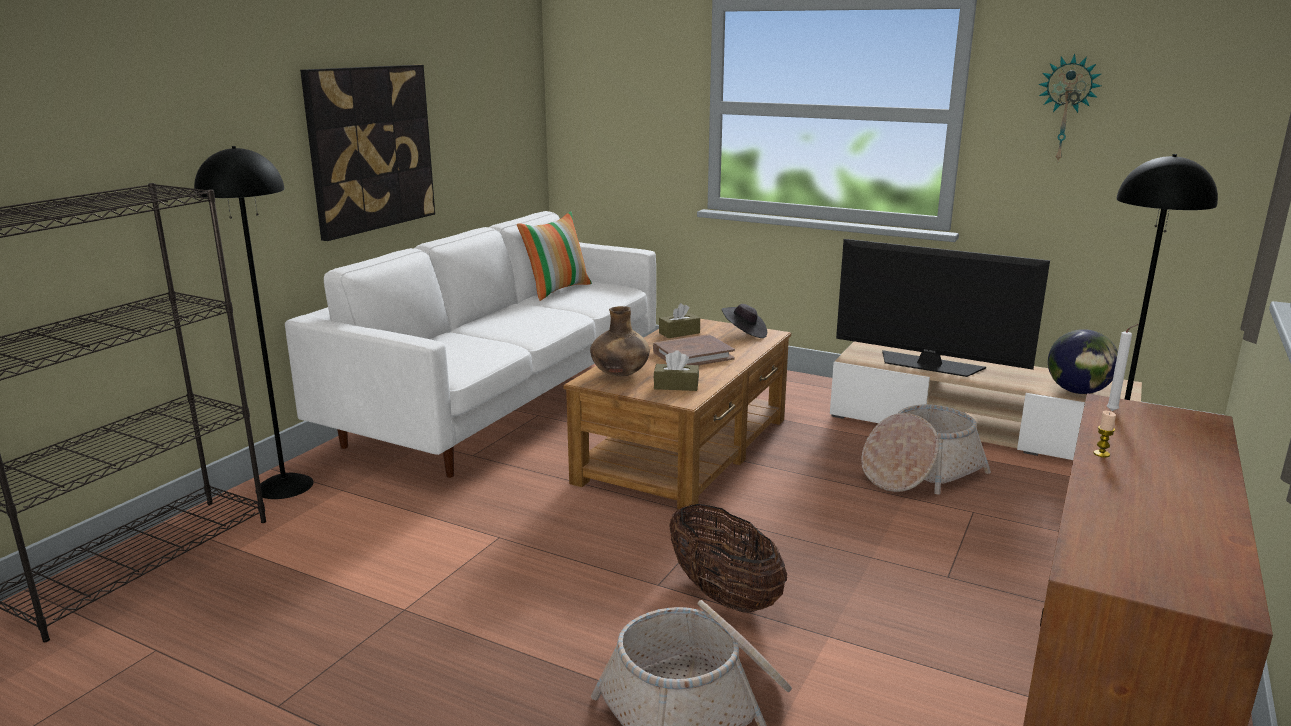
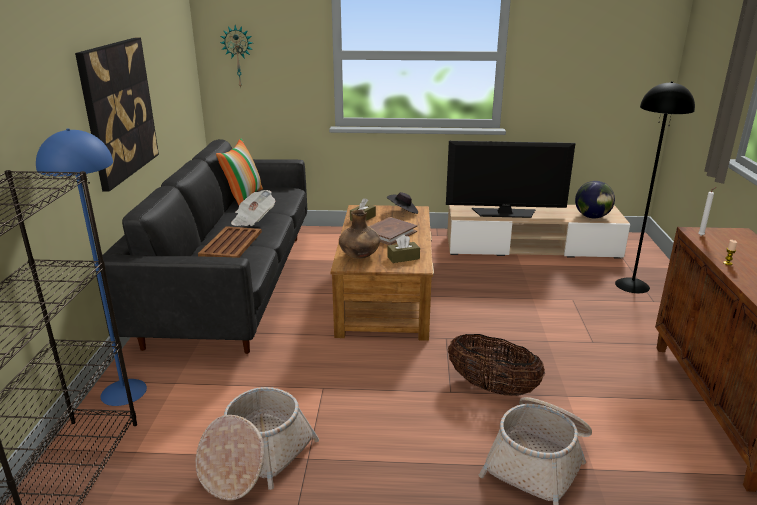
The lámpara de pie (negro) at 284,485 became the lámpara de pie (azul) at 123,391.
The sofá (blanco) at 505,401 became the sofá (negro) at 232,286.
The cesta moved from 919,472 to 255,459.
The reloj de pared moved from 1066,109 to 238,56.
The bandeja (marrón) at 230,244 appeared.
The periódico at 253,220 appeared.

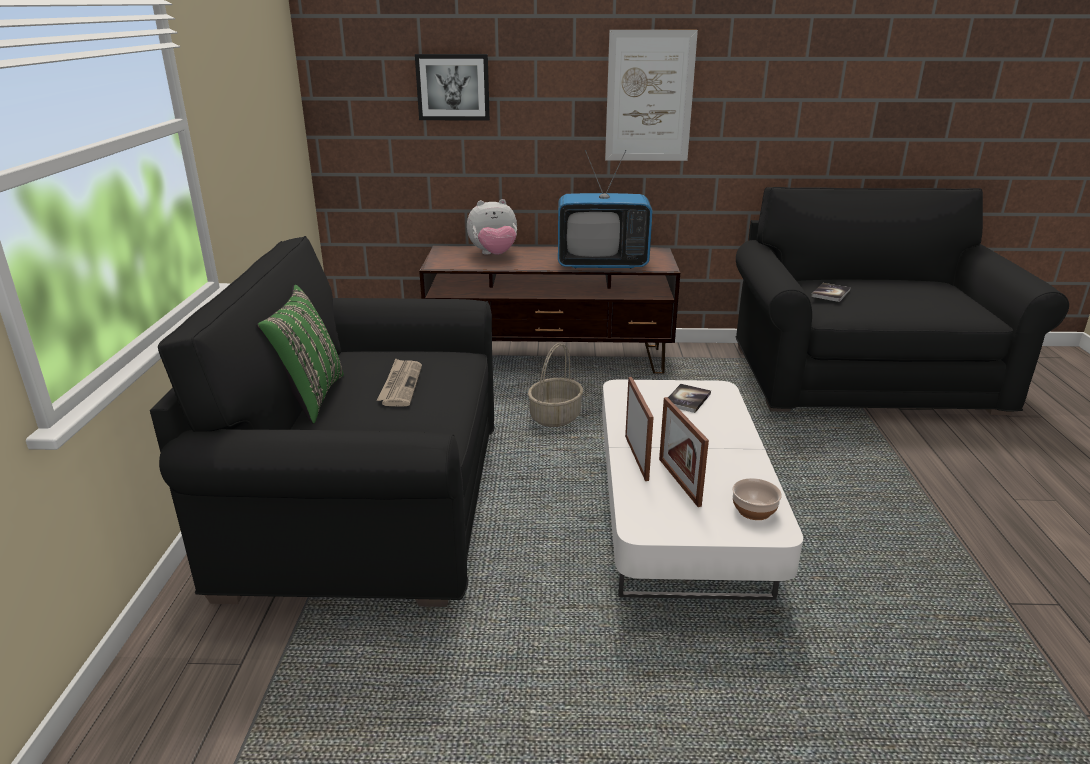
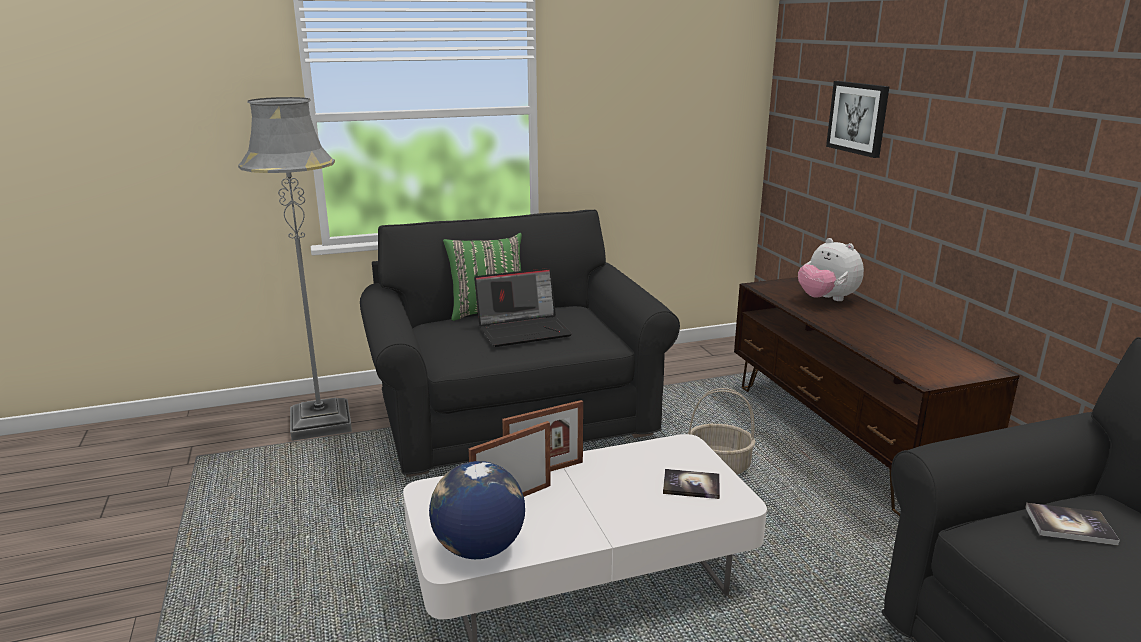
The periódico at 400,385 was replaced by the portátil at 524,330.
The televisor at 602,264 disappeared.
The cuadro at 649,97 disappeared.
The cuenco at 754,511 was replaced by the globo terráqueo at 478,549.
The lámpara de pie (gris) at 321,422 appeared.

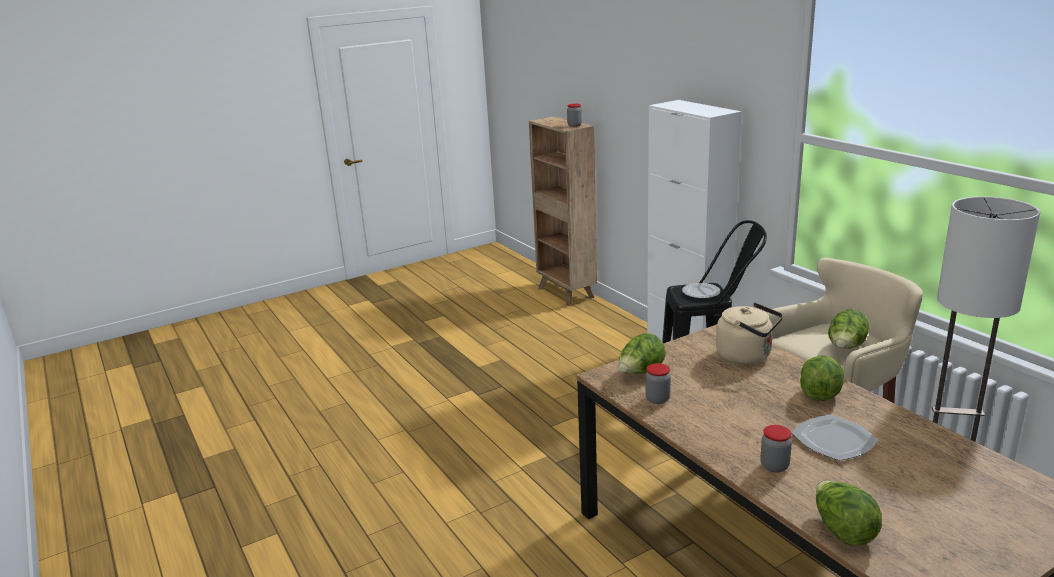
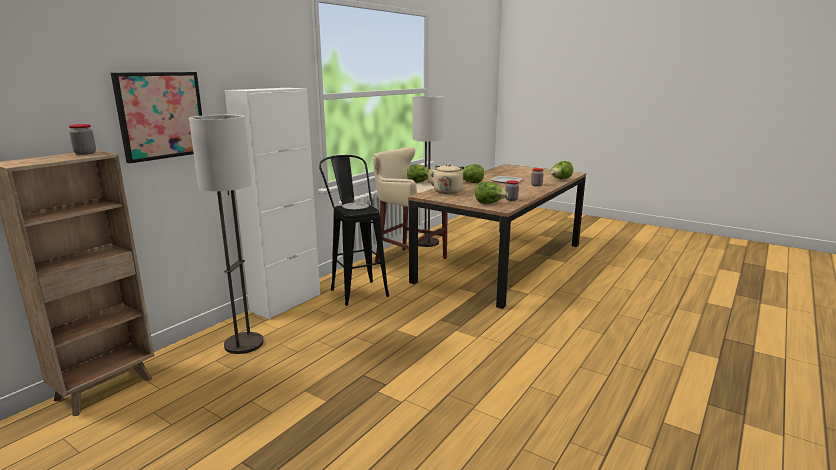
The cuadro at 161,115 appeared.
The lámpara de pie at 244,344 appeared.

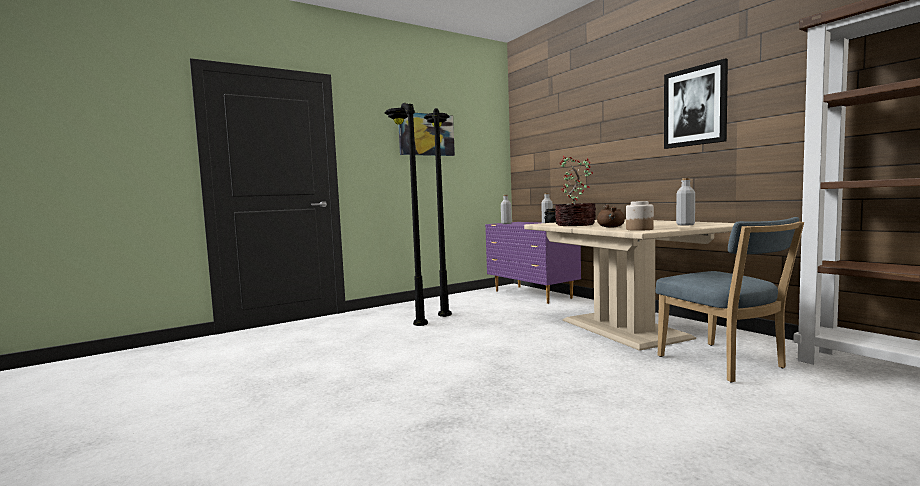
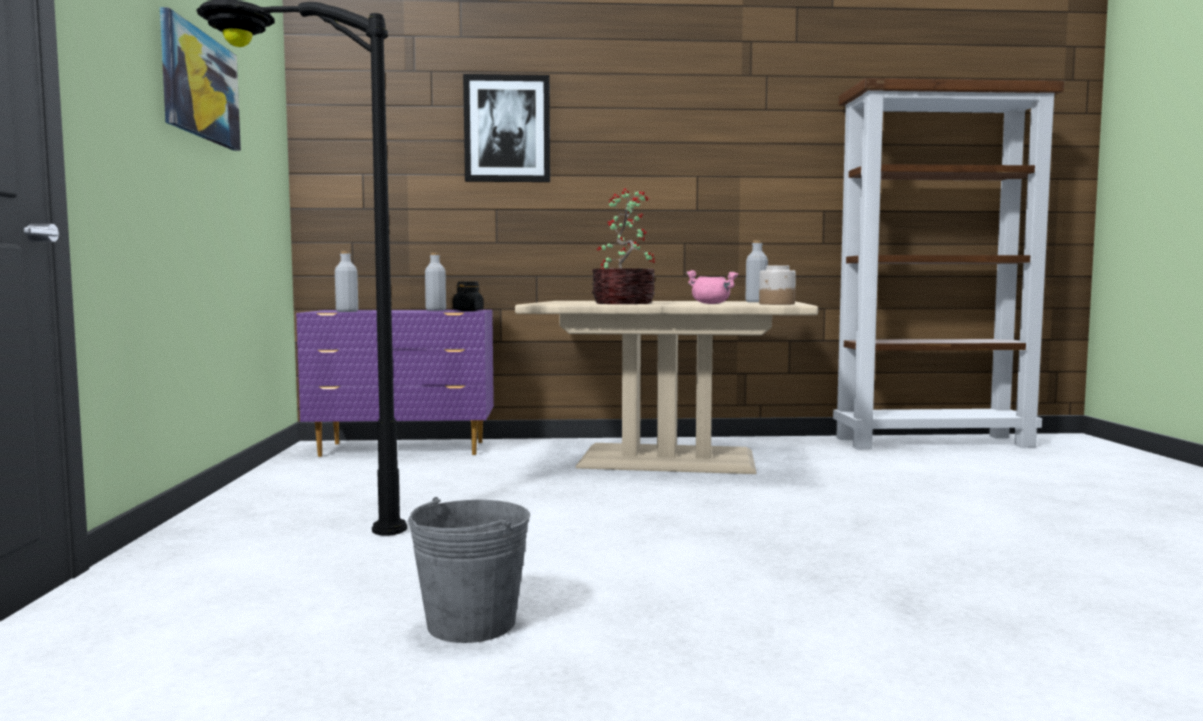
The lámpara de pie (negro) at 444,305 disappeared.
The olla (marrón) at 611,227 became the olla (rosa) at 712,303.
The silla (azul) at 724,364 disappeared.
The cuadro moved from 695,106 to 507,129.
The cubo (gris) at 471,623 appeared.

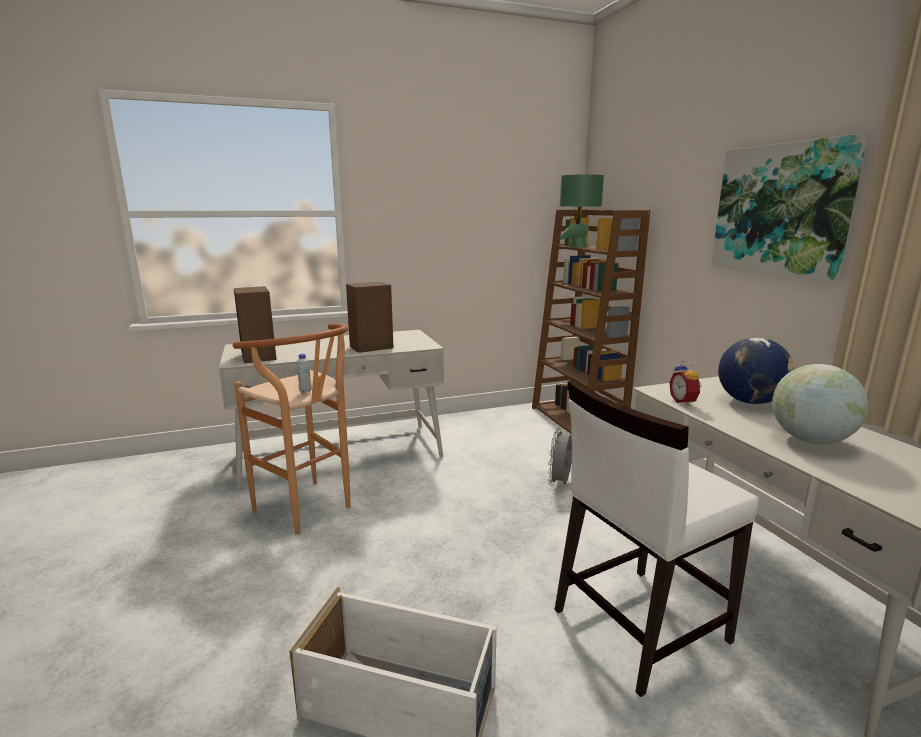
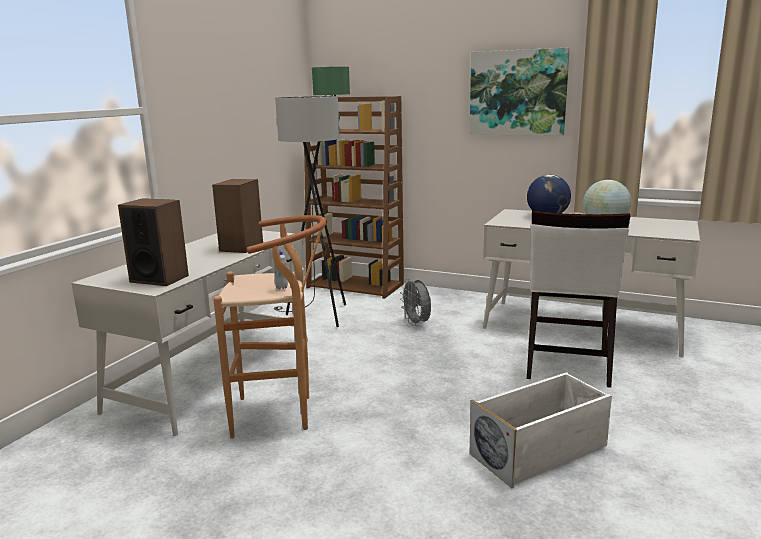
The despertador at 684,402 disappeared.
The lámpara de pie (gris) at 317,316 appeared.

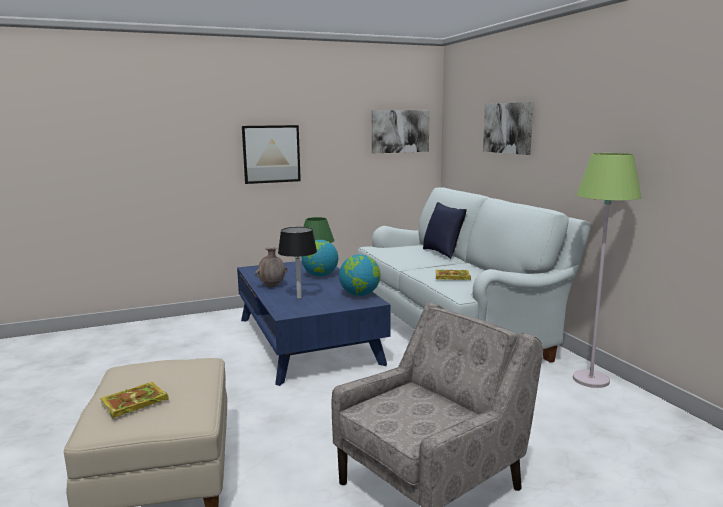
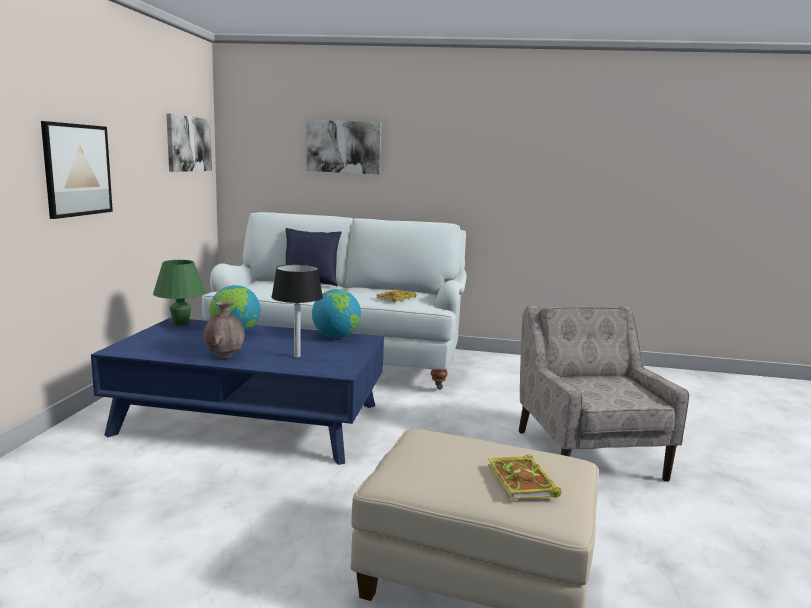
The lámpara de pie (verde) at 591,379 disappeared.

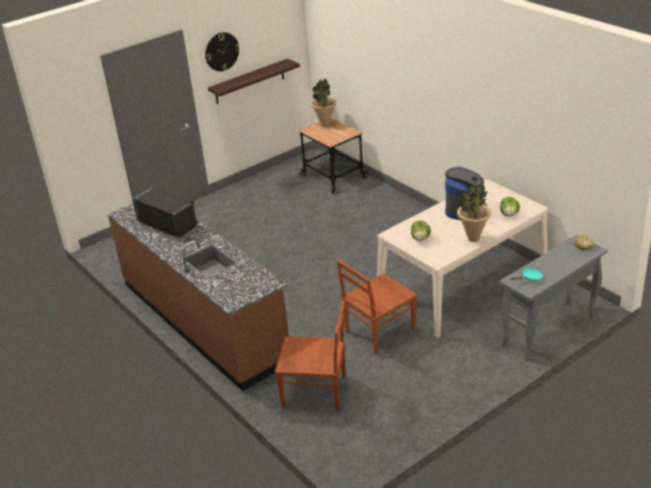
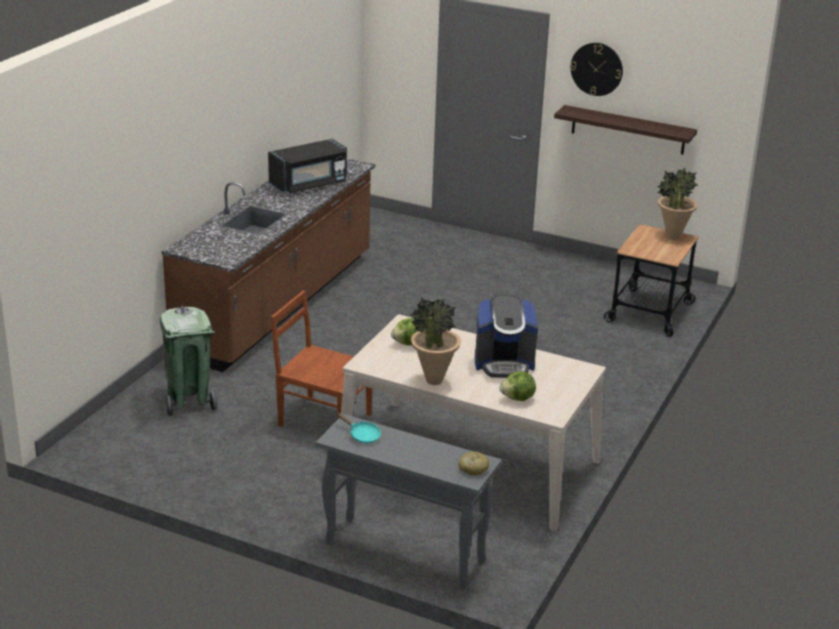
The microondas (negro) at 168,225 turned 45 degrees clockwise.
The silla (marrón) at 316,392 was replaced by the papelera (verde) at 189,402.

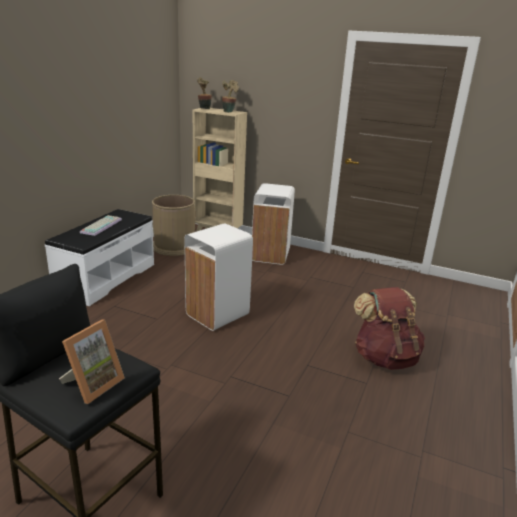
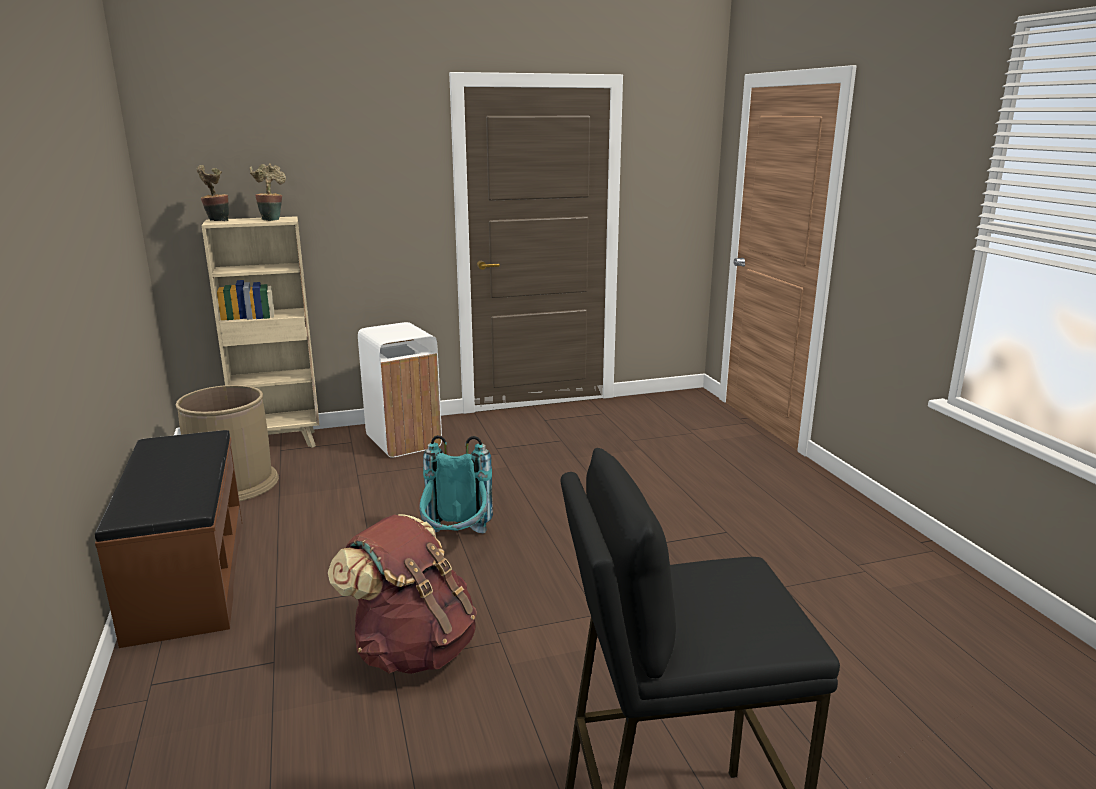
The banco (blanco) at 106,278 became the banco (marrón) at 187,577.
The portarretratos at 93,384 disappeared.
The teclado at 101,225 disappeared.
The papelera (blanco) at 218,314 was replaced by the mochila (turquesa) at 456,542.
The mochila (marrón) moved from 385,357 to 413,649.

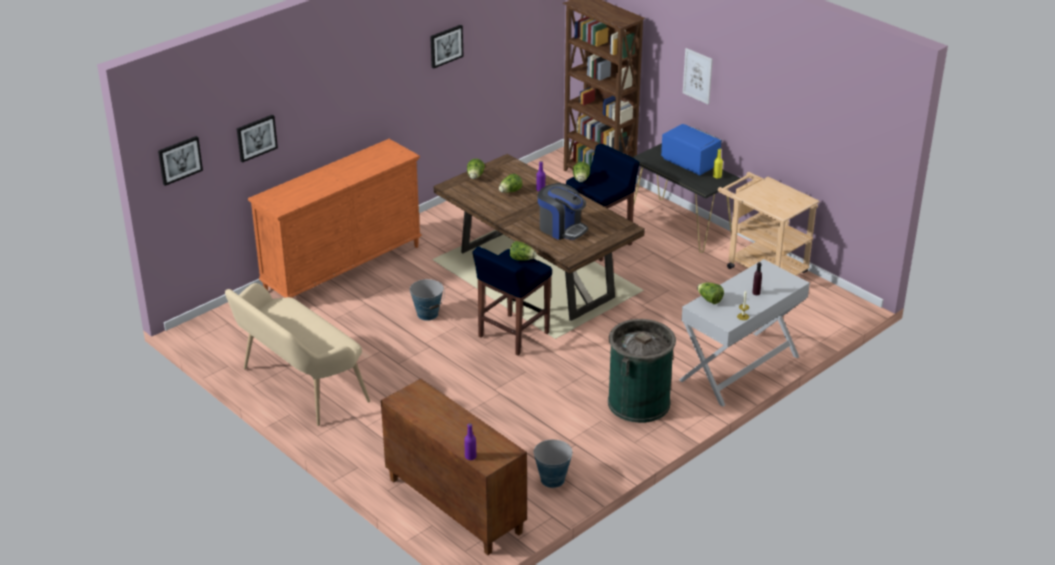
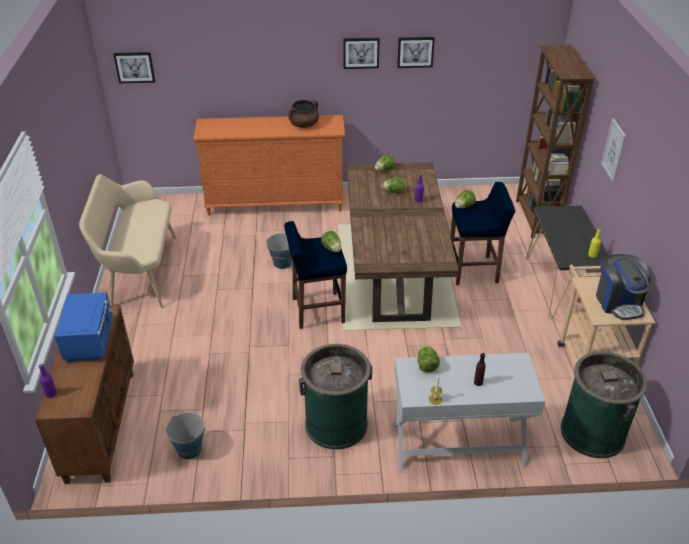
The cuadro moved from 256,137 to 361,52.
The cafetera moved from 561,228 to 618,302.
The microondas (azul) moved from 689,163 to 90,340.
The olla (marrón) at 304,125 appeared.
The papelera (verde) at 592,432 appeared.

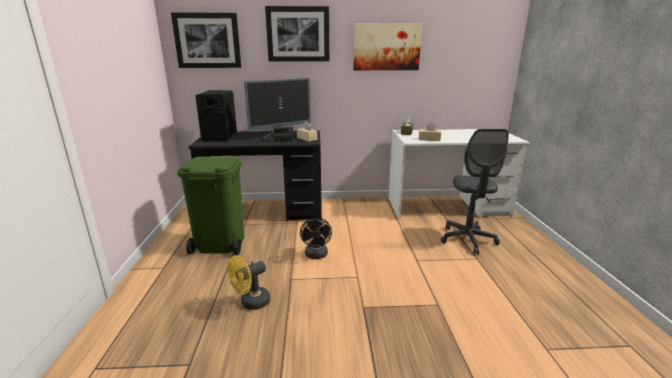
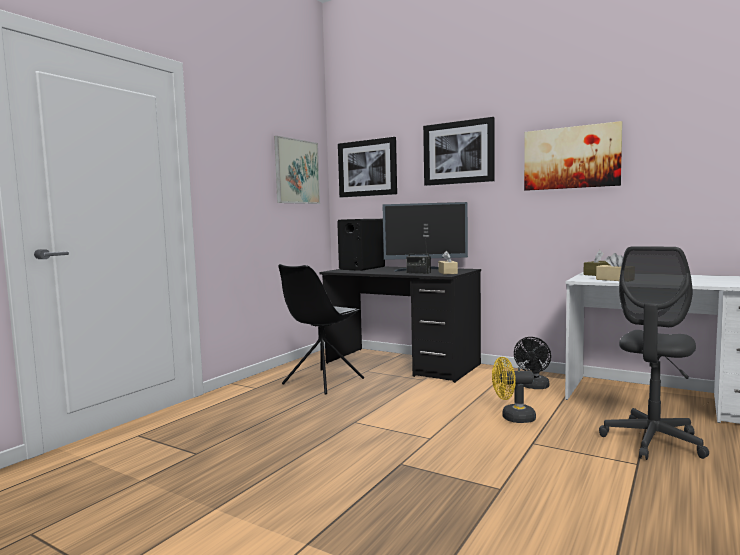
The papelera (verde) at 220,244 was replaced by the silla (negro) at 322,382.
The ventilador (amarillo) moved from 251,303 to 513,418.
The ventilador (negro) moved from 316,255 to 534,387.
The cuadro at 297,171 appeared.

